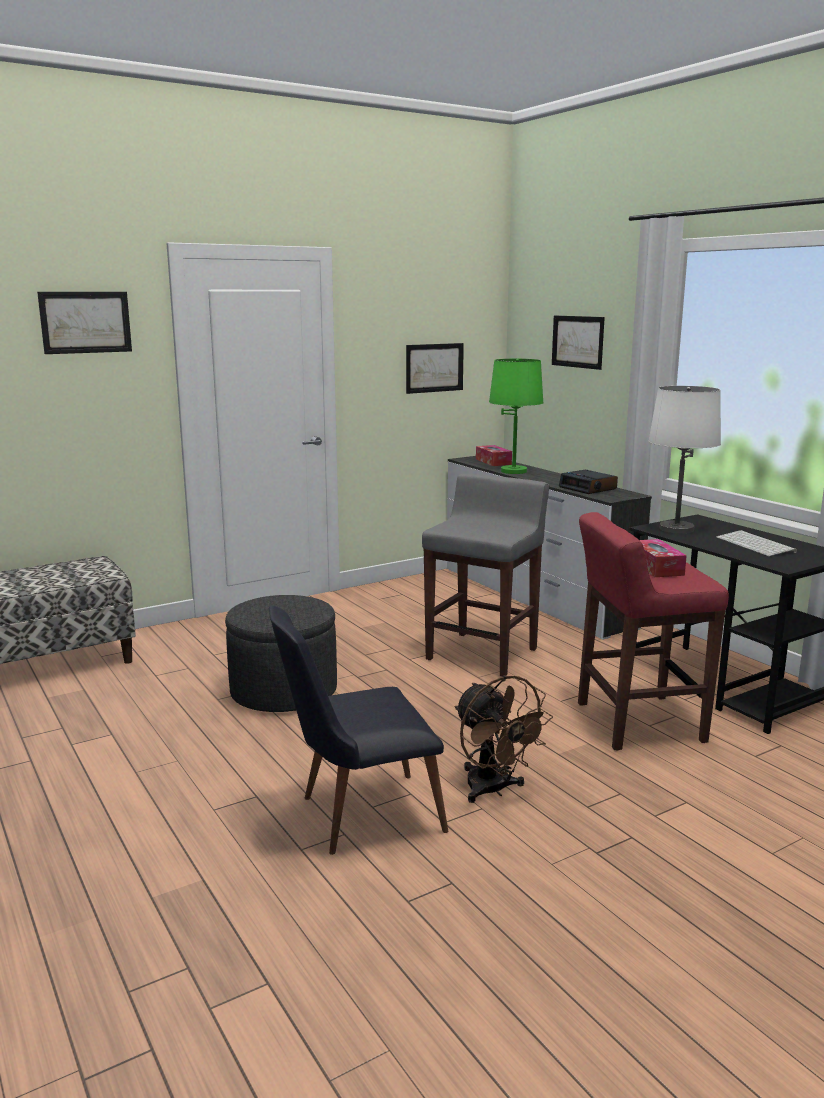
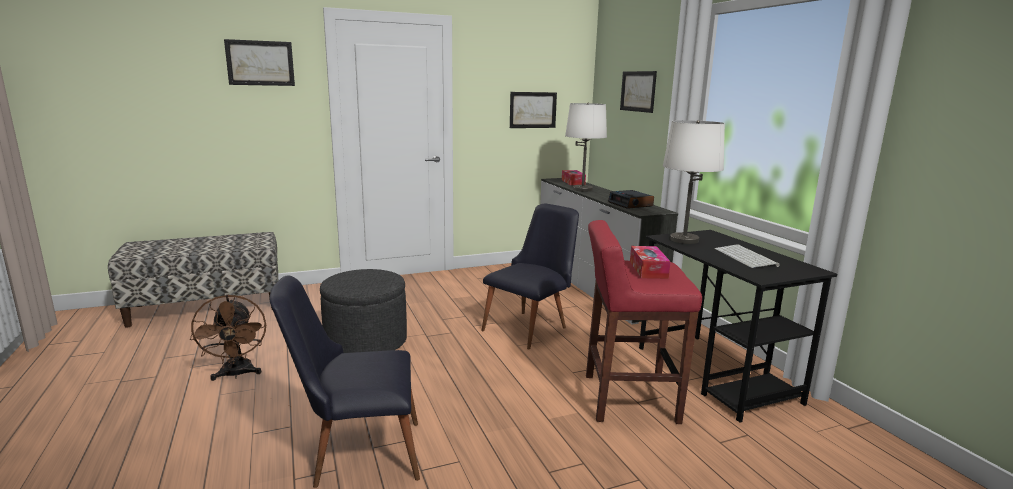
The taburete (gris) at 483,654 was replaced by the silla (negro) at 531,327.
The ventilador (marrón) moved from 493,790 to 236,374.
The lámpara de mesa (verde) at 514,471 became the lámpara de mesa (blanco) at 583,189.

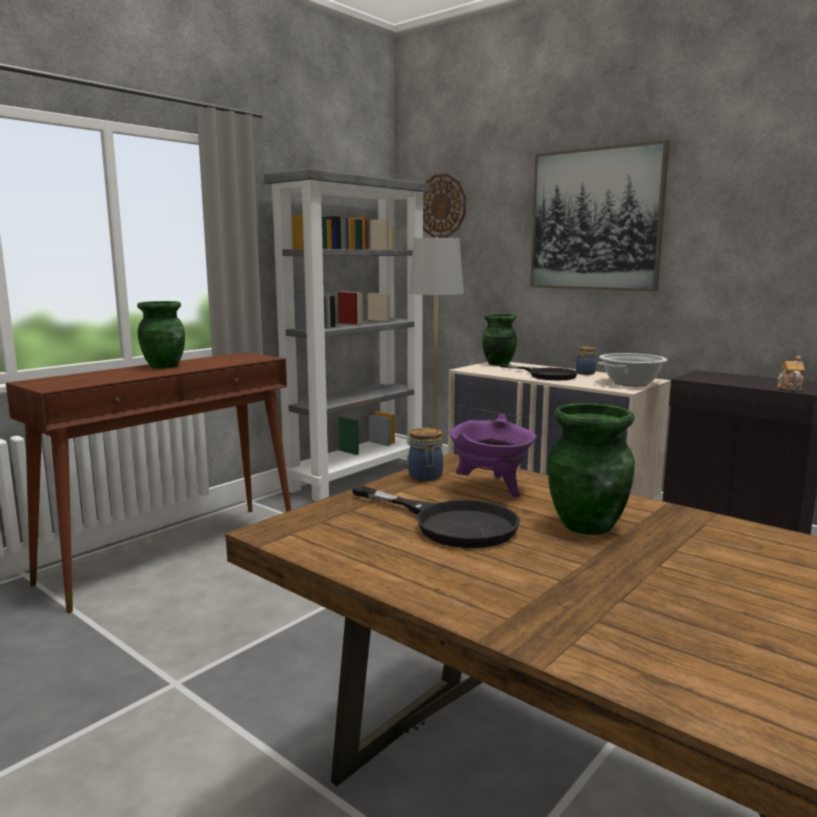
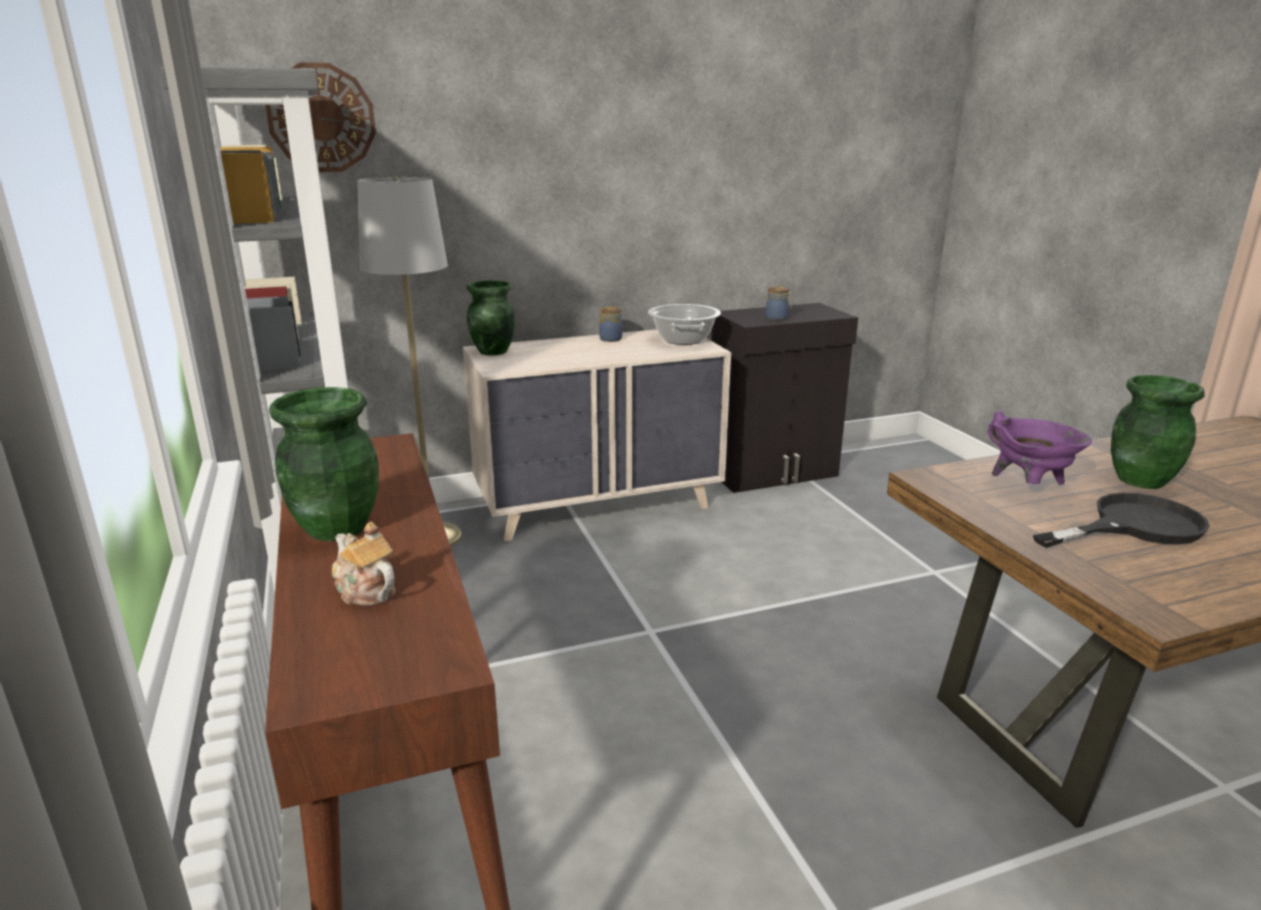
The tarro moved from 425,477 to 777,318.
The sartén (negro) at 545,375 disappeared.
The cuadro at 595,220 disappeared.
The tetera moved from 788,387 to 365,591.

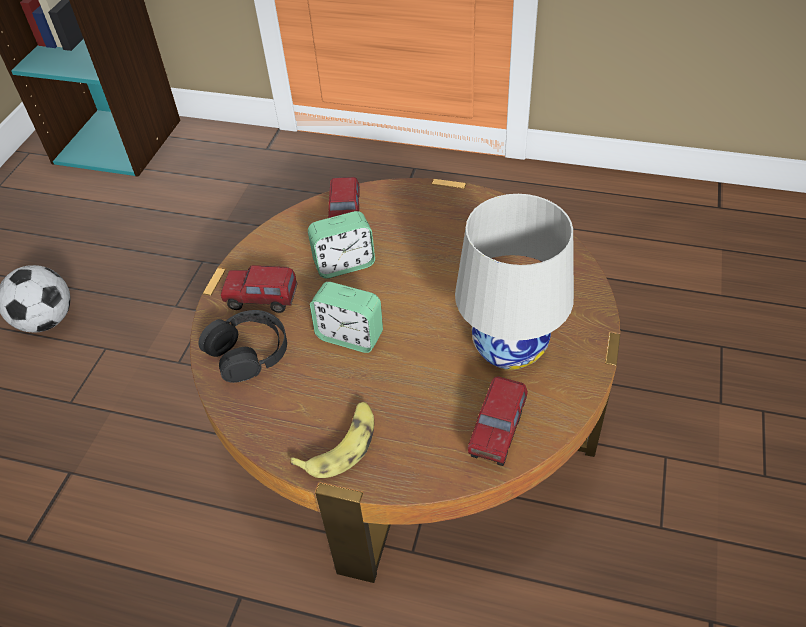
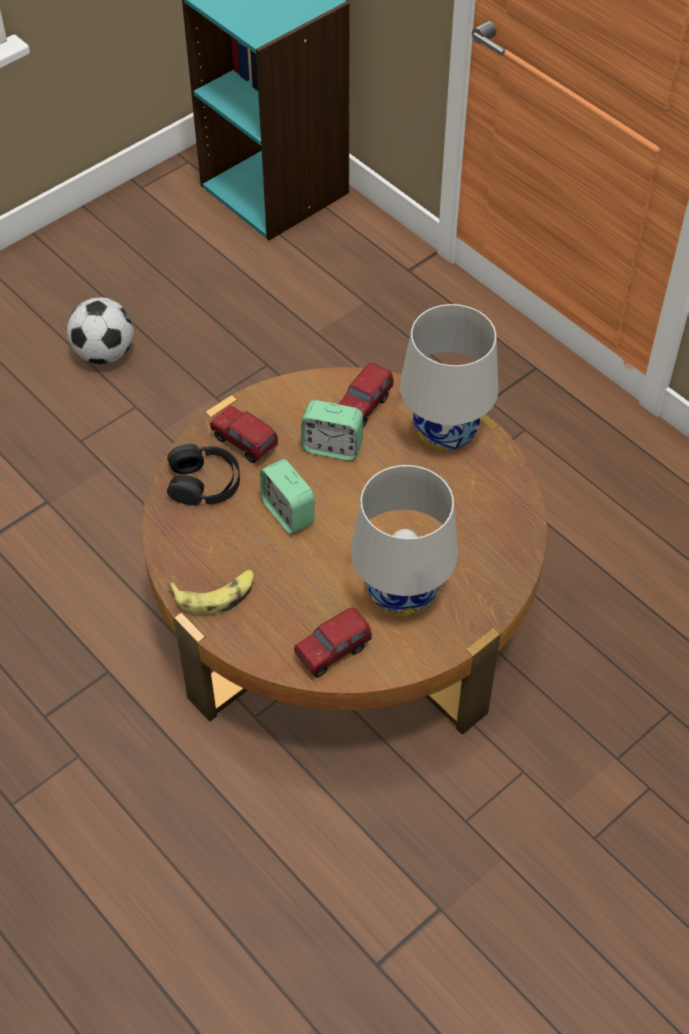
The lámpara de mesa (blanco) at 445,432 appeared.

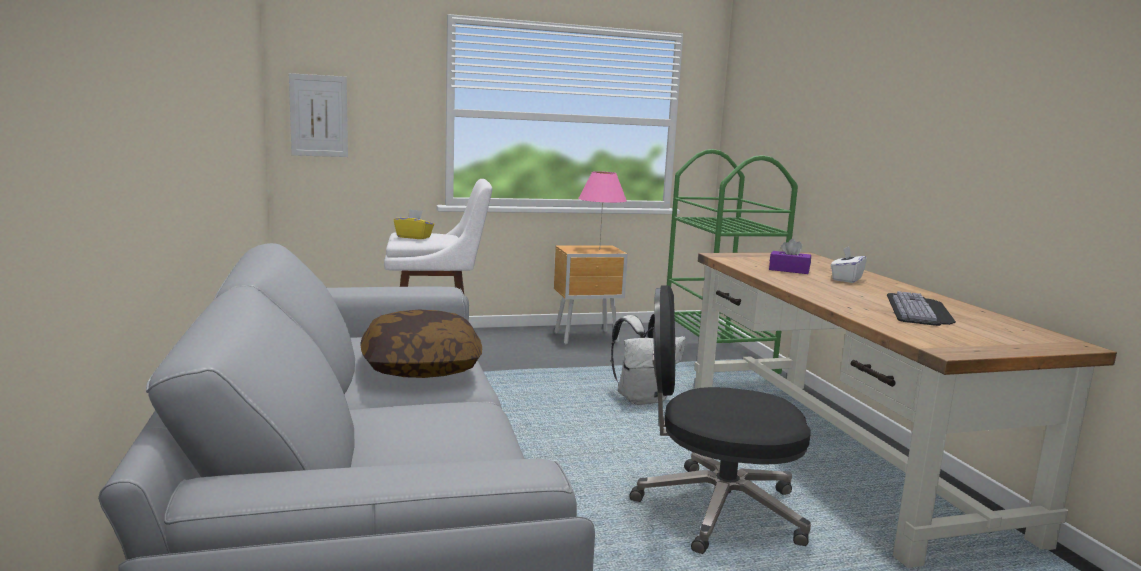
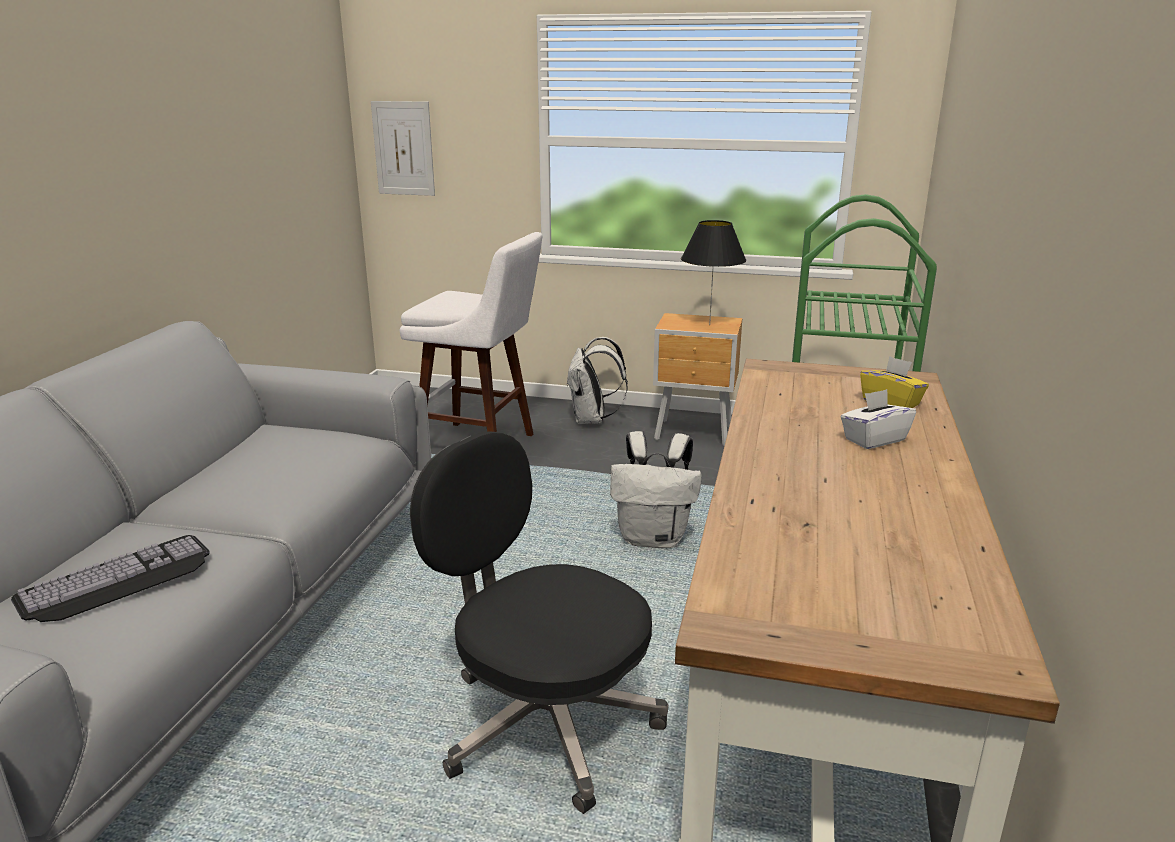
The cojín at 421,366 disappeared.
The caja de pañuelos (amarillo) moved from 414,237 to 891,402.
The lámpara de mesa (rosa) at 599,249 became the lámpara de mesa (negro) at 709,325.
The caja de pañuelos (morado) at 789,270 disappeared.
The teclado moved from 920,310 to 117,581.
The mochila (blanco) at 592,420 appeared.

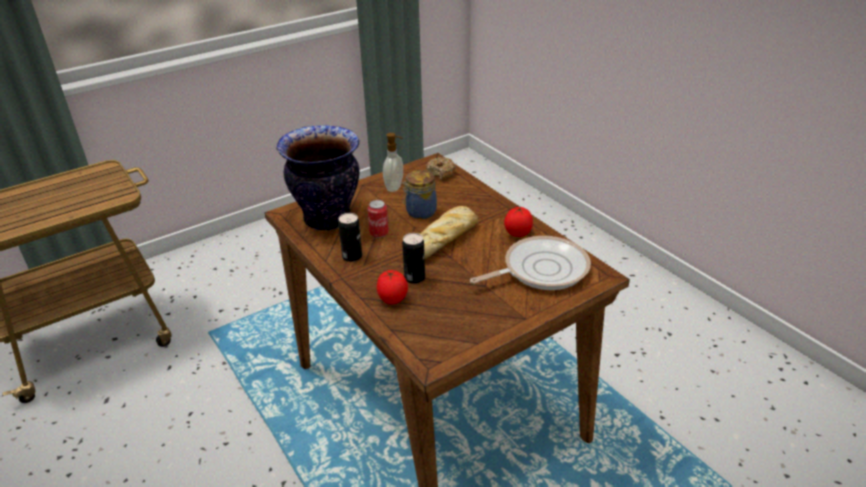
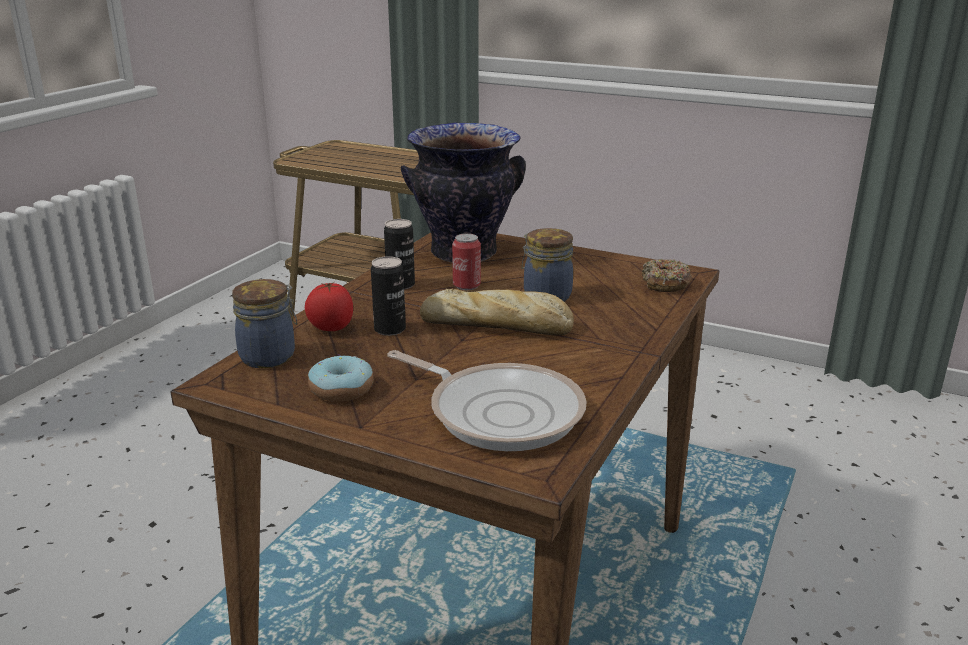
The dispensador de jabón at 395,187 disappeared.
The tomate at 517,234 disappeared.
The tarro at 270,356 appeared.
The rosquilla at 342,389 appeared.

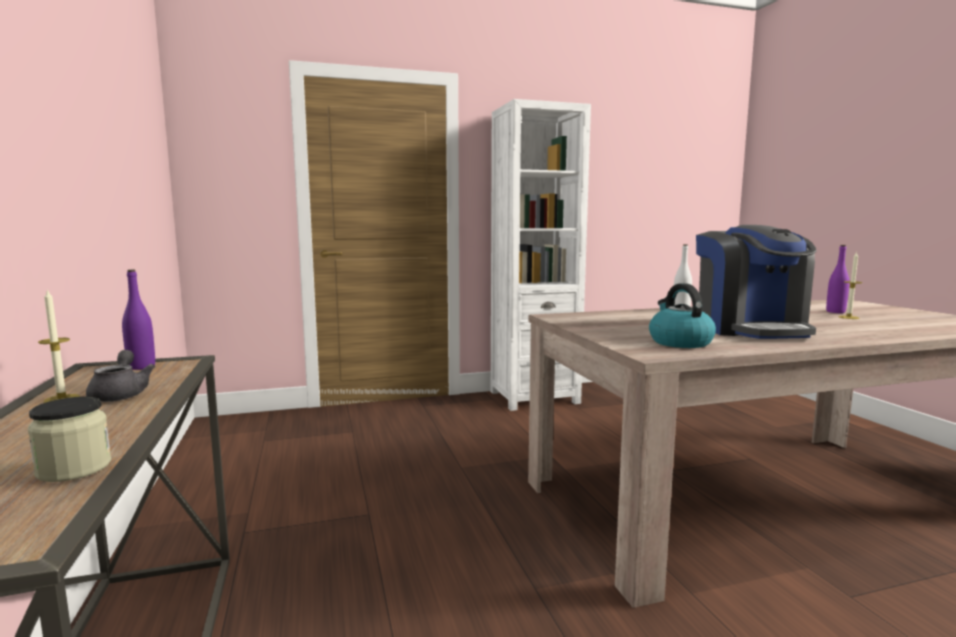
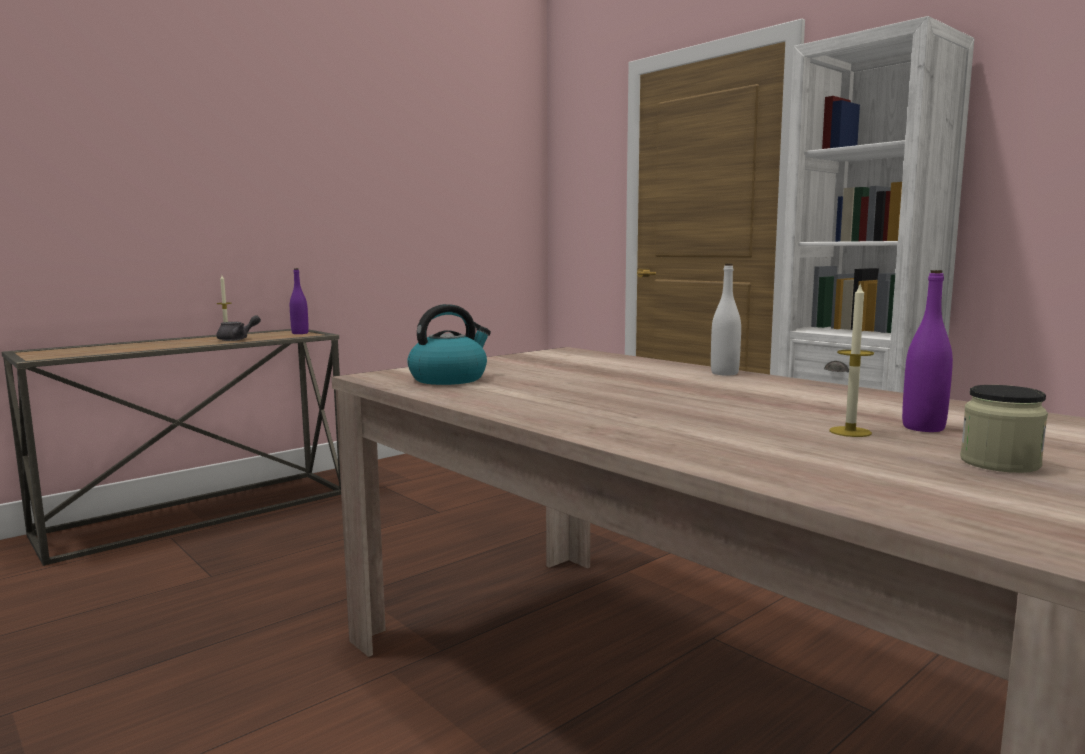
The tarro moved from 74,468 to 999,463.
The cafetera at 750,329 disappeared.

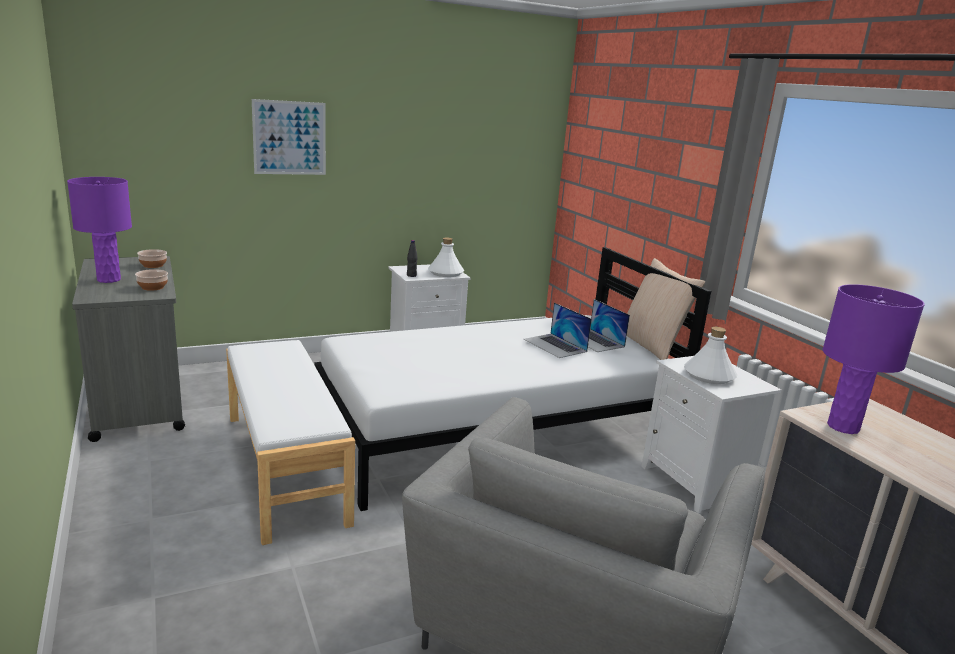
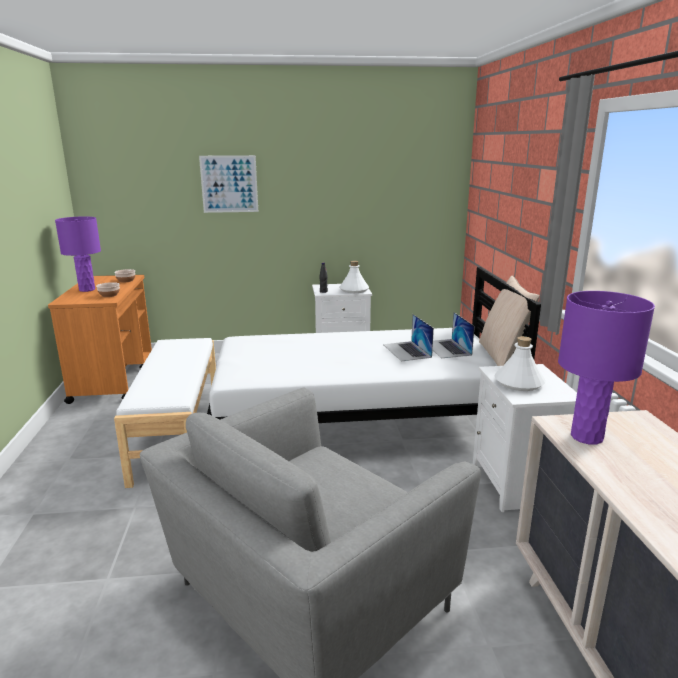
The carrito (gris) at 138,401 became the carrito (naranja) at 114,378.

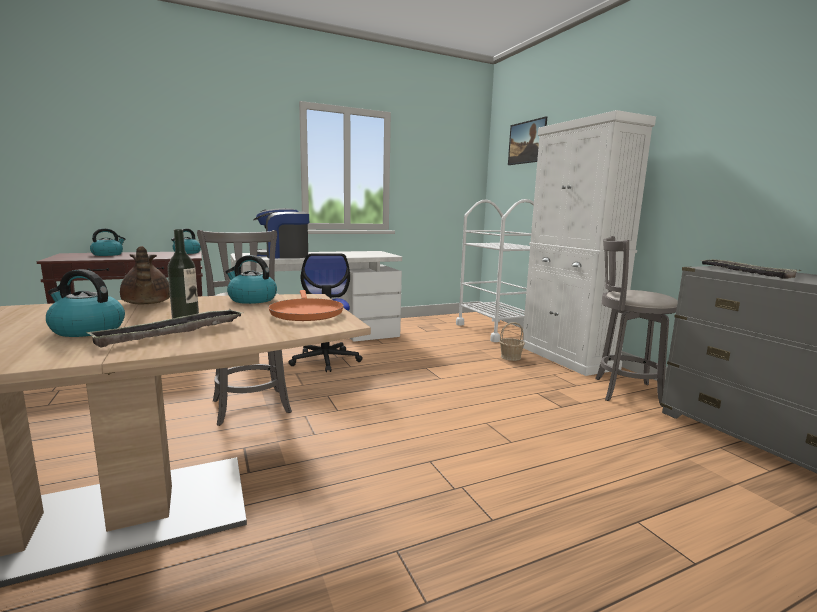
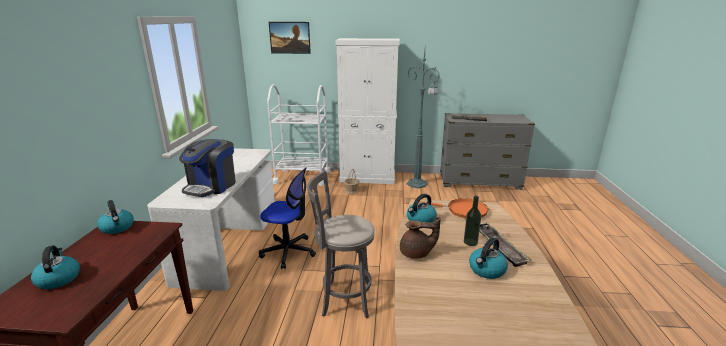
The taburete (gris) at 623,391 was replaced by the lámpara de pie (verde) at 417,184.

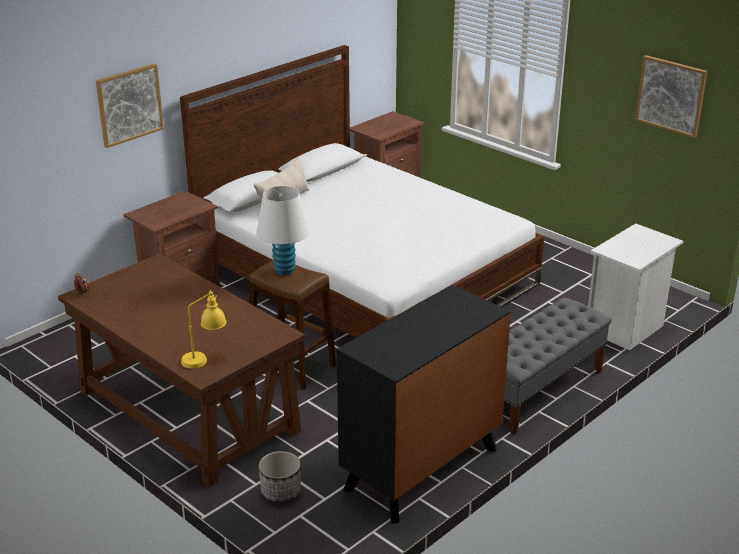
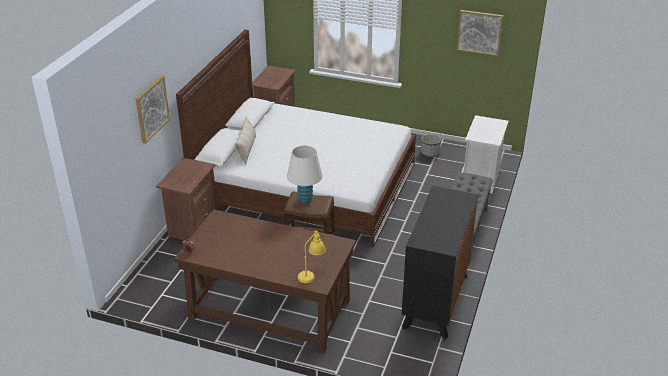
The maceta moved from 280,491 to 430,153.

